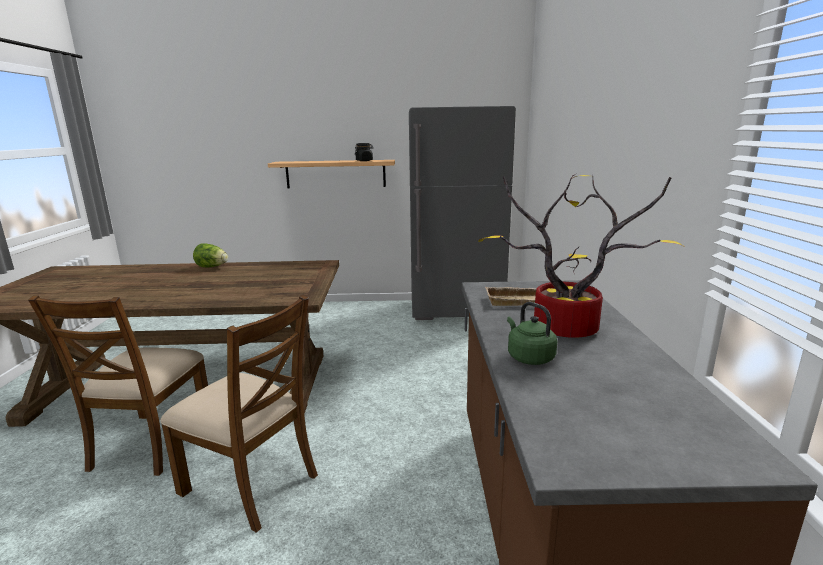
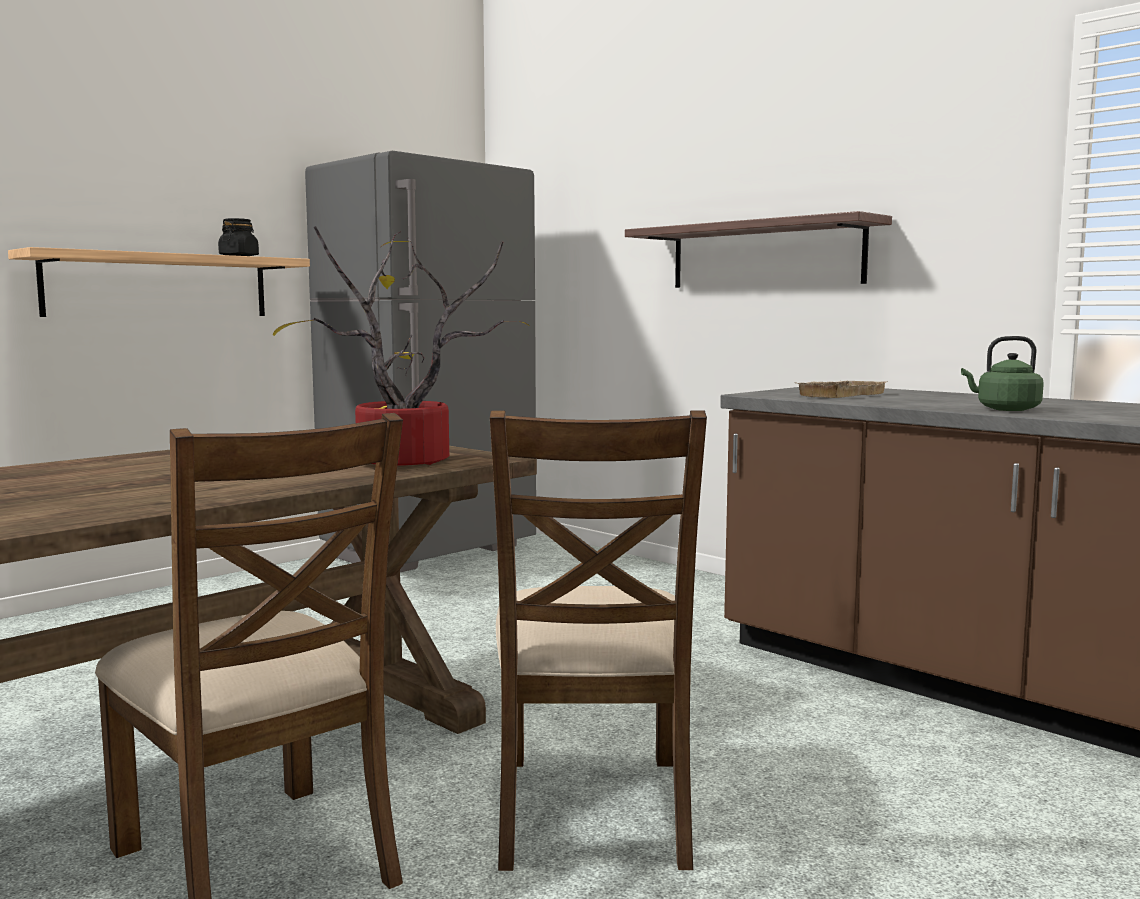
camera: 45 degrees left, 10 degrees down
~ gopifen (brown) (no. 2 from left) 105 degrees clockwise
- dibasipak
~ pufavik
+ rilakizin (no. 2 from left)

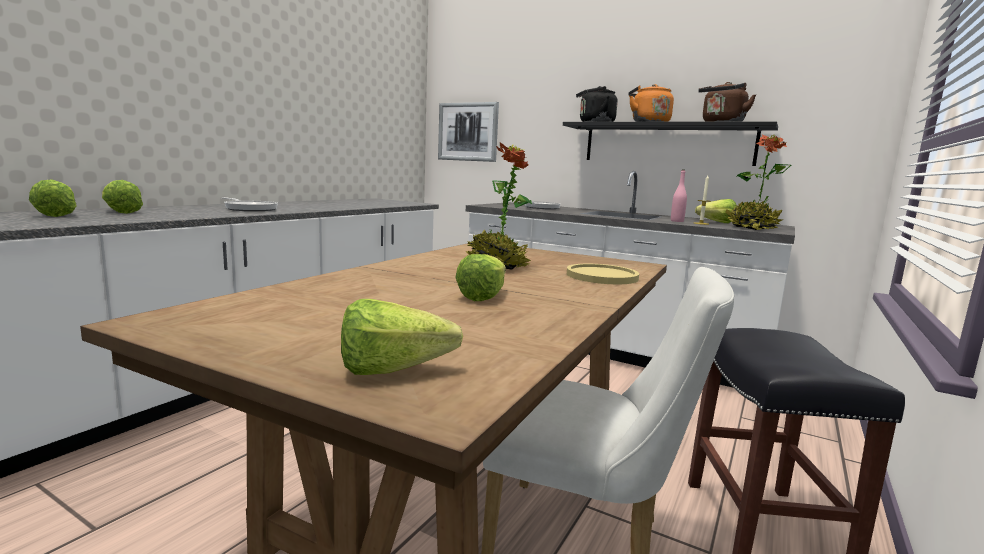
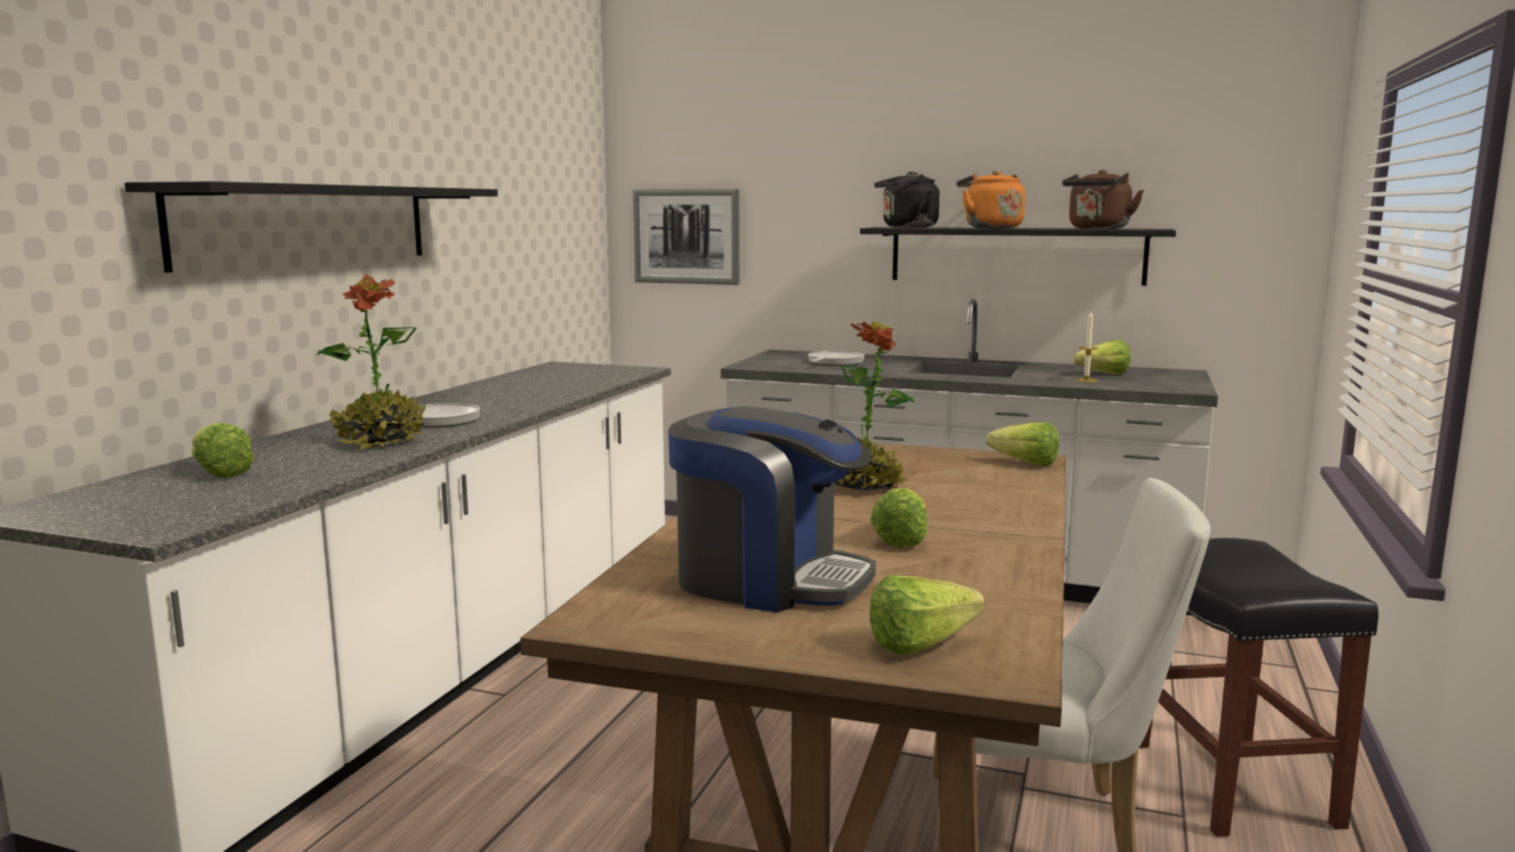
camera: 10 degrees left, 0 degrees up
~ dibasipak (no. 2 from left in the first image) to dibasipak (no. 4 from left)
- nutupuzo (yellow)
- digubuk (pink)
~ pufavik (no. 2 from left in the first image) to pufavik (no. 1 from left)
+ rilakizin (black) (no. 1 from left)
+ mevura

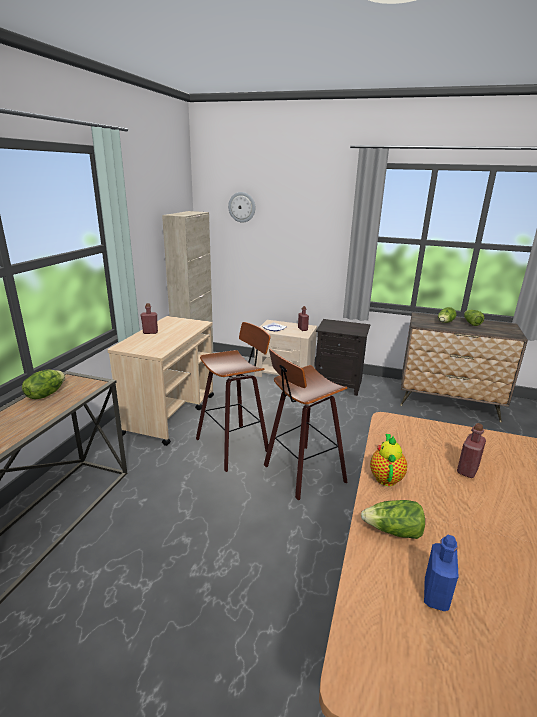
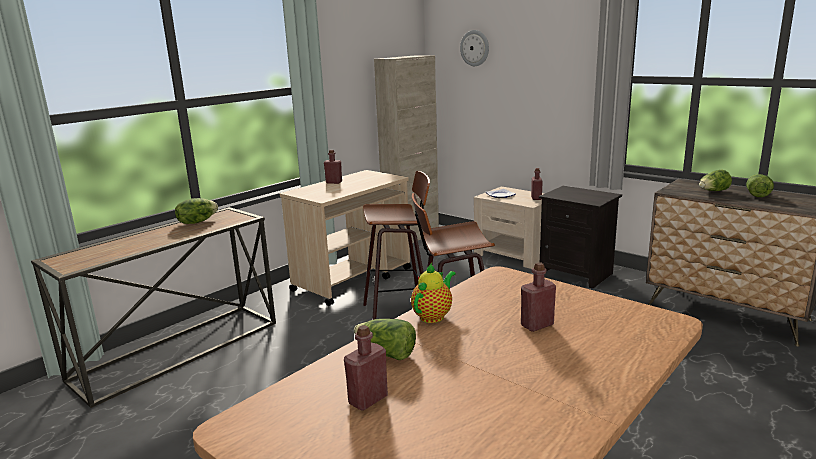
camera: 25 degrees right, 5 degrees down
~ digubuk (blue) to digubuk (red) (no. 2 from left)

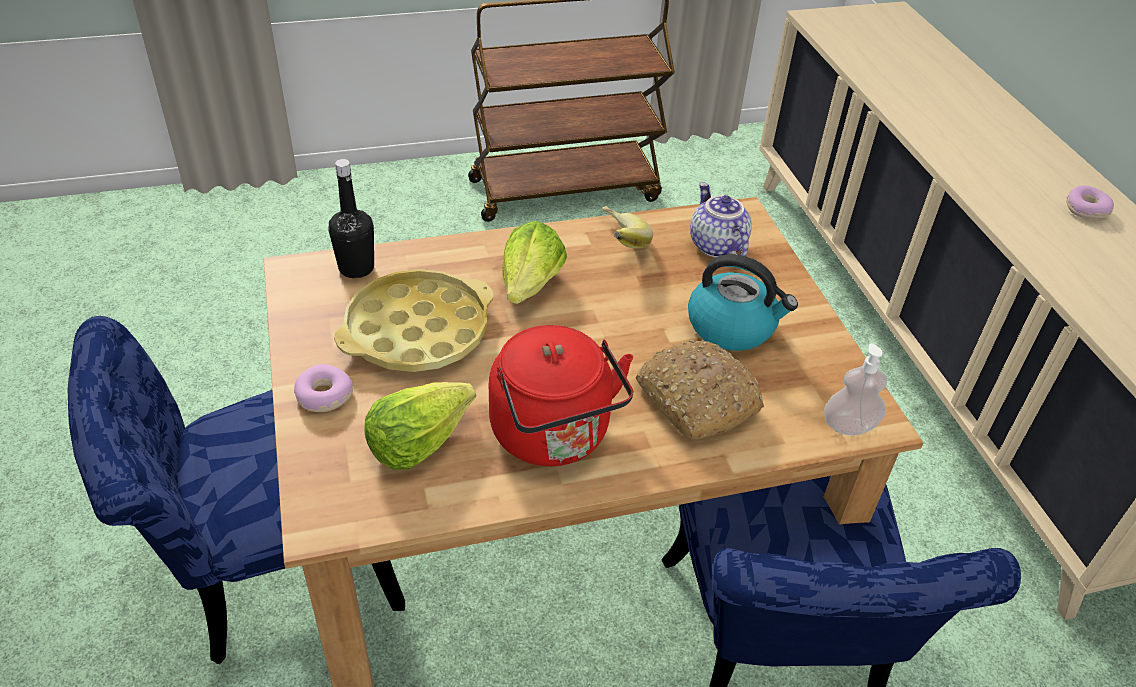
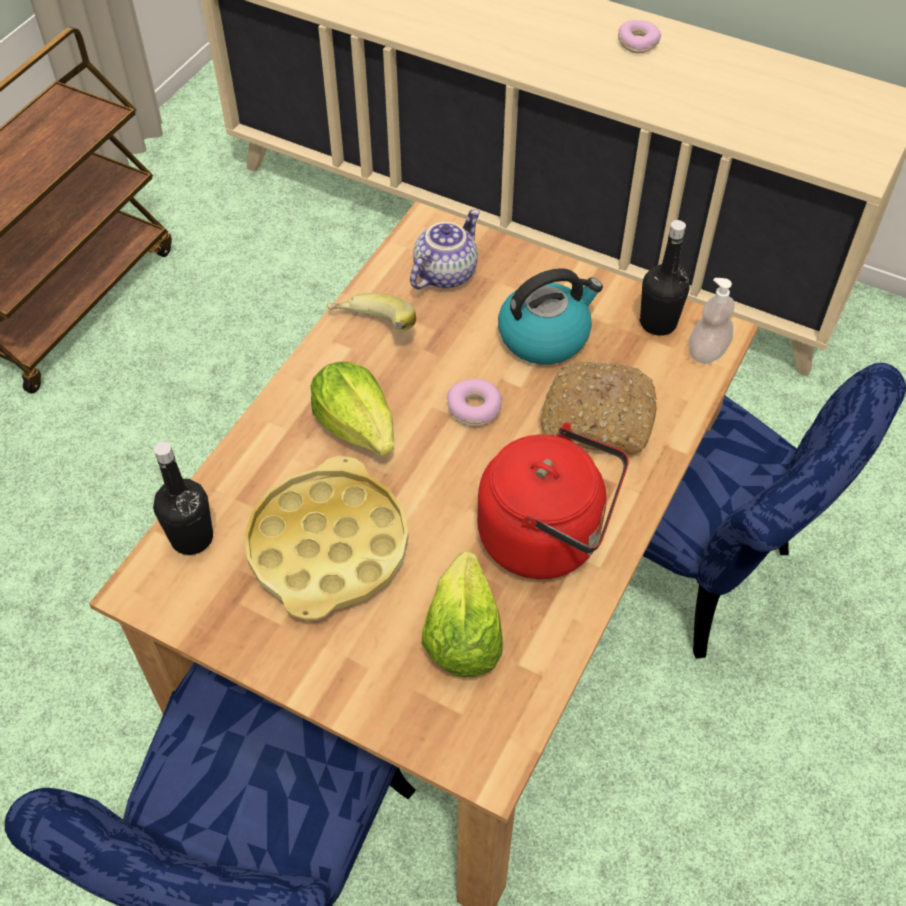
camera: 45 degrees left, 10 degrees up
~ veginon (no. 1 from left)
~ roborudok 105 degrees clockwise
+ digubuk (black) (no. 2 from left)

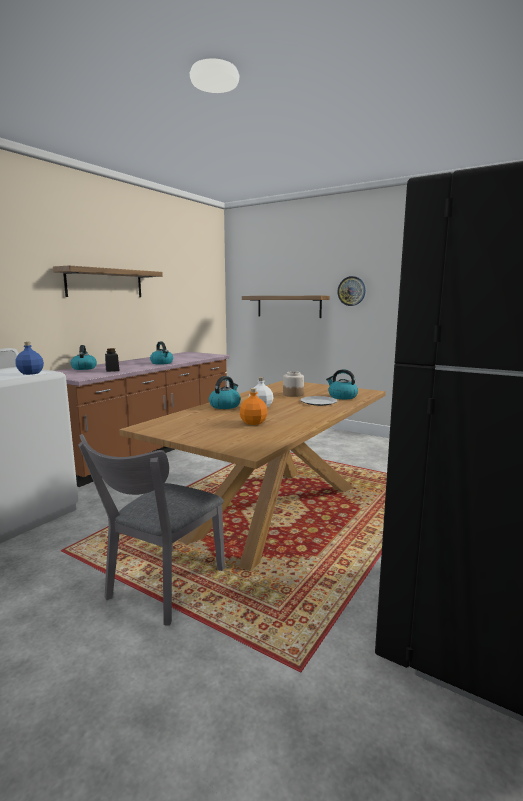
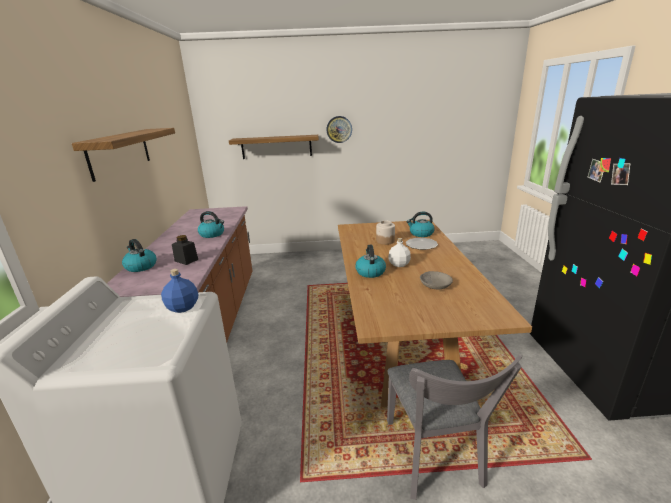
camera: 35 degrees left, 10 degrees up
~ digubuk (orange) to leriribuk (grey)

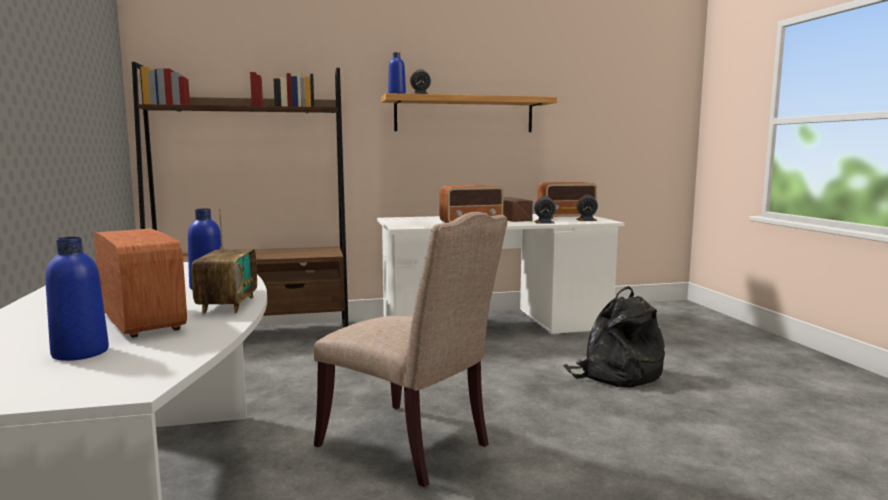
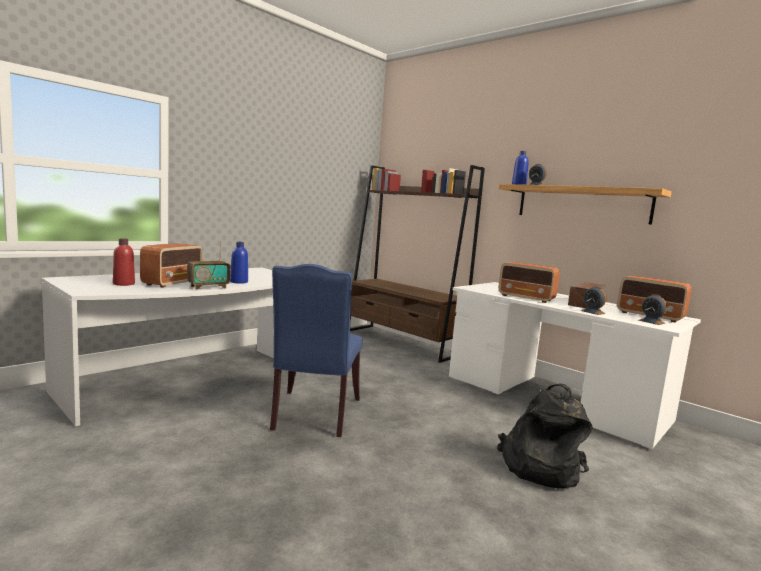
camera: 55 degrees right, 0 degrees up
~ digubuk (blue) (no. 1 from left) to digubuk (red)
~ gopifen (beige) to gopifen (blue)

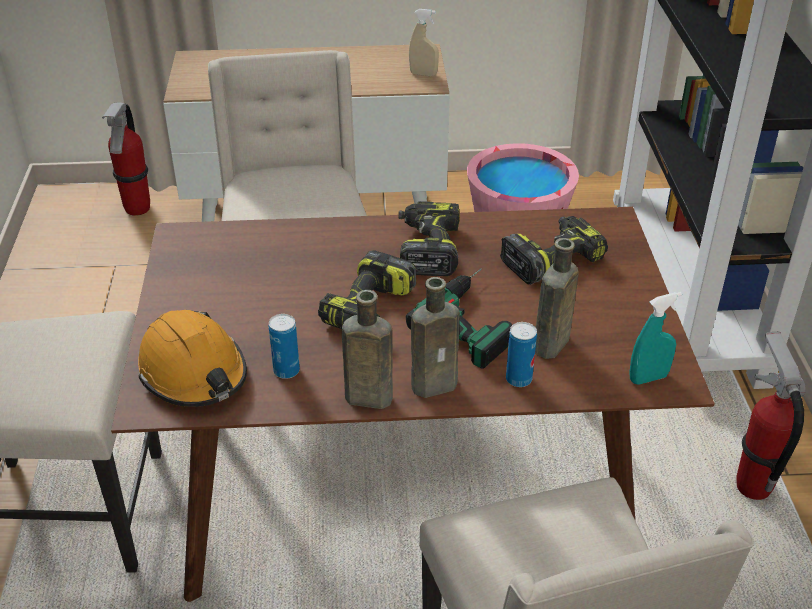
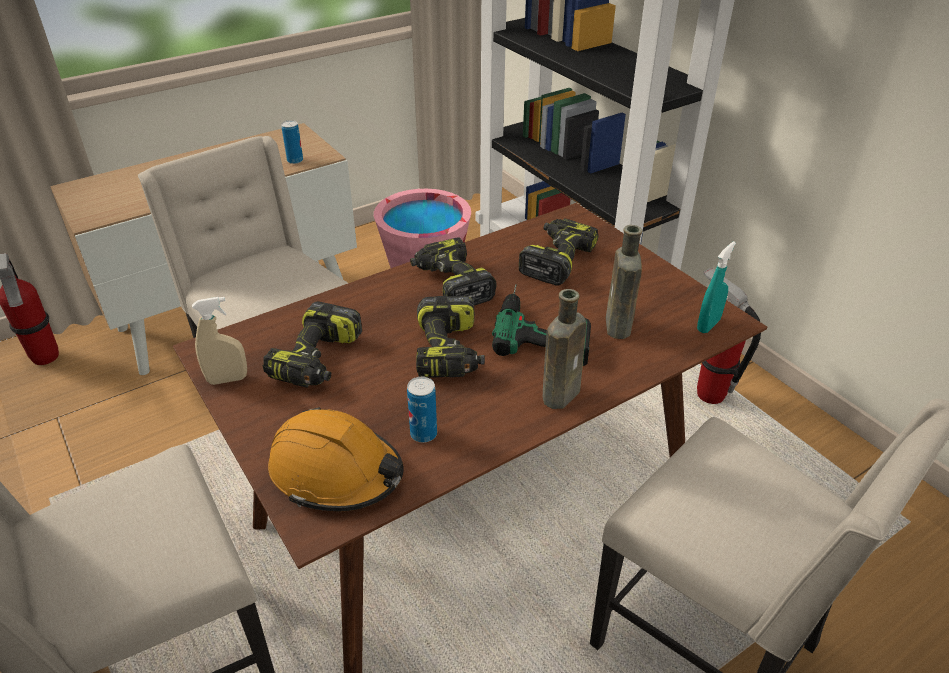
camera: 30 degrees left, 0 degrees up
- digubuk (brown) (no. 1 from left)
~ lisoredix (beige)
~ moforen (no. 2 from left in the first image) to moforen (no. 1 from left)
+ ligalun (no. 1 from left)

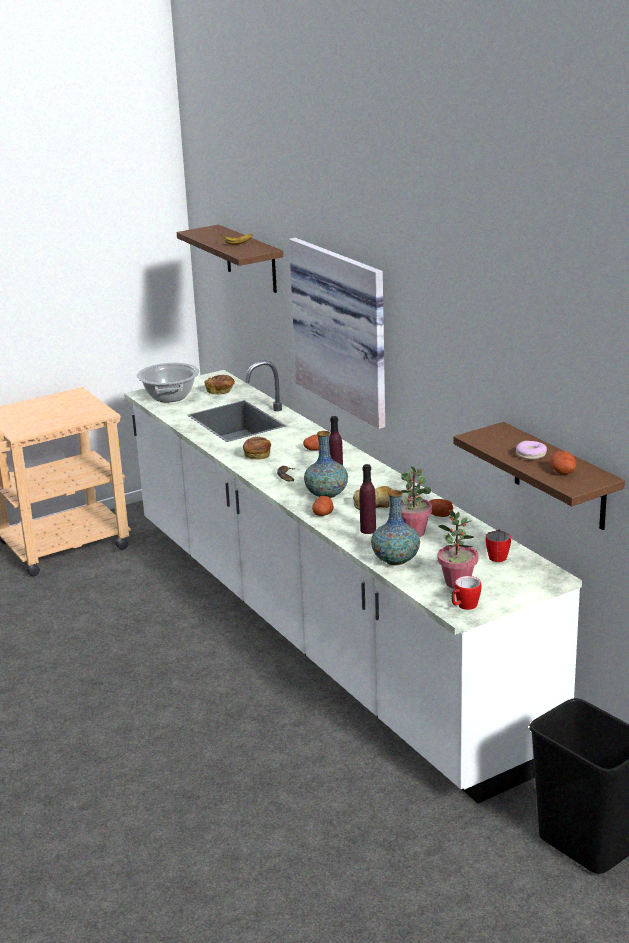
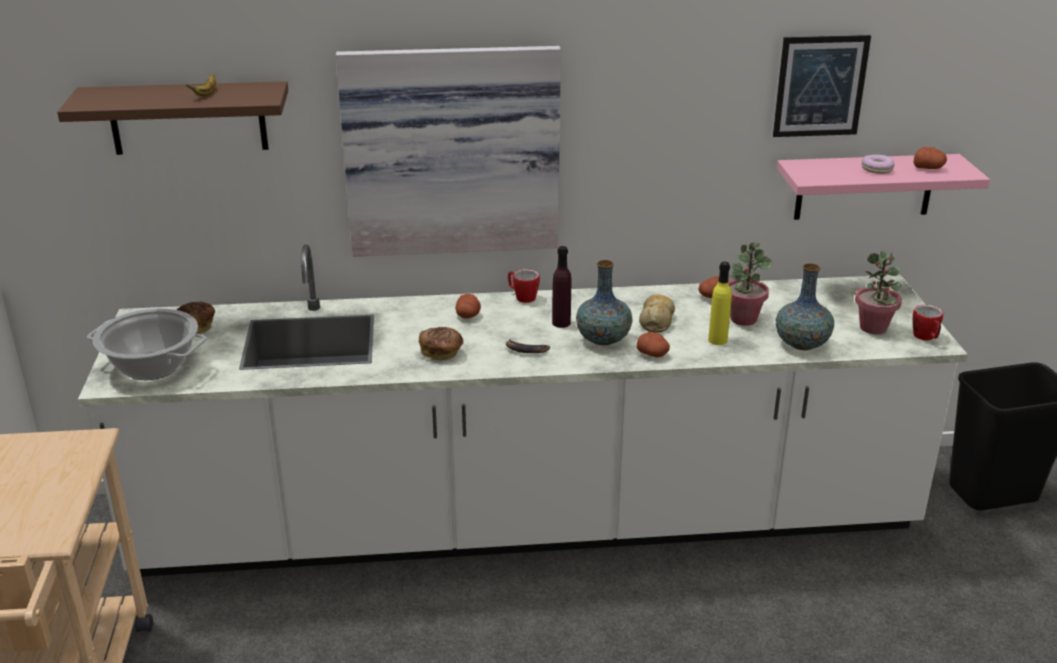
camera: 65 degrees left, 5 degrees up
~ digubuk (purple) (no. 2 from left) to digubuk (yellow)
~ rilakizin (brown) (no. 2 from left) to rilakizin (pink)
~ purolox (no. 2 from left in the first image) to purolox (no. 1 from left)
+ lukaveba (no. 2 from left)

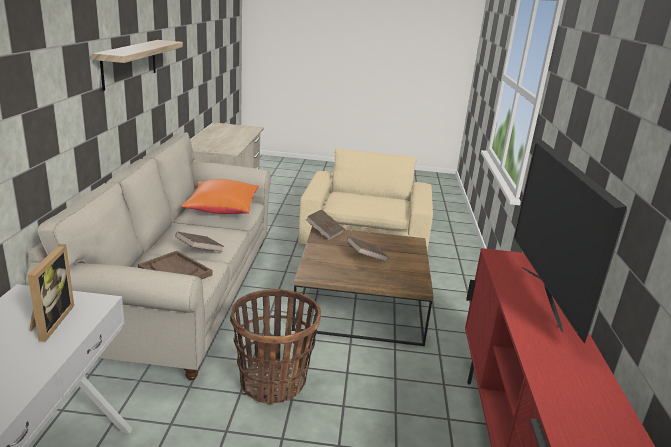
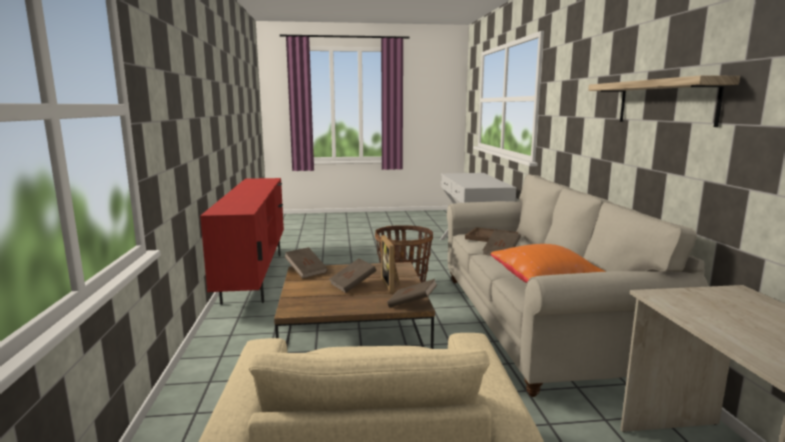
camera: 170 degrees right, 10 degrees down
~ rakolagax
- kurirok
+ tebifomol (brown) (no. 1 from left)

